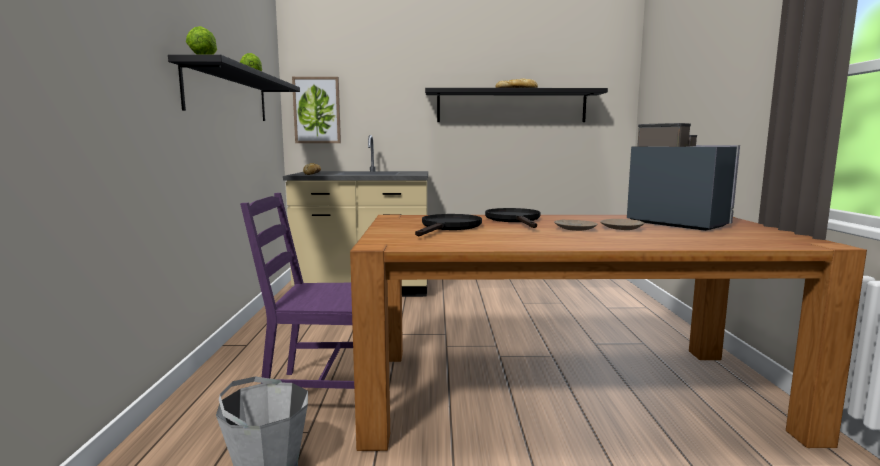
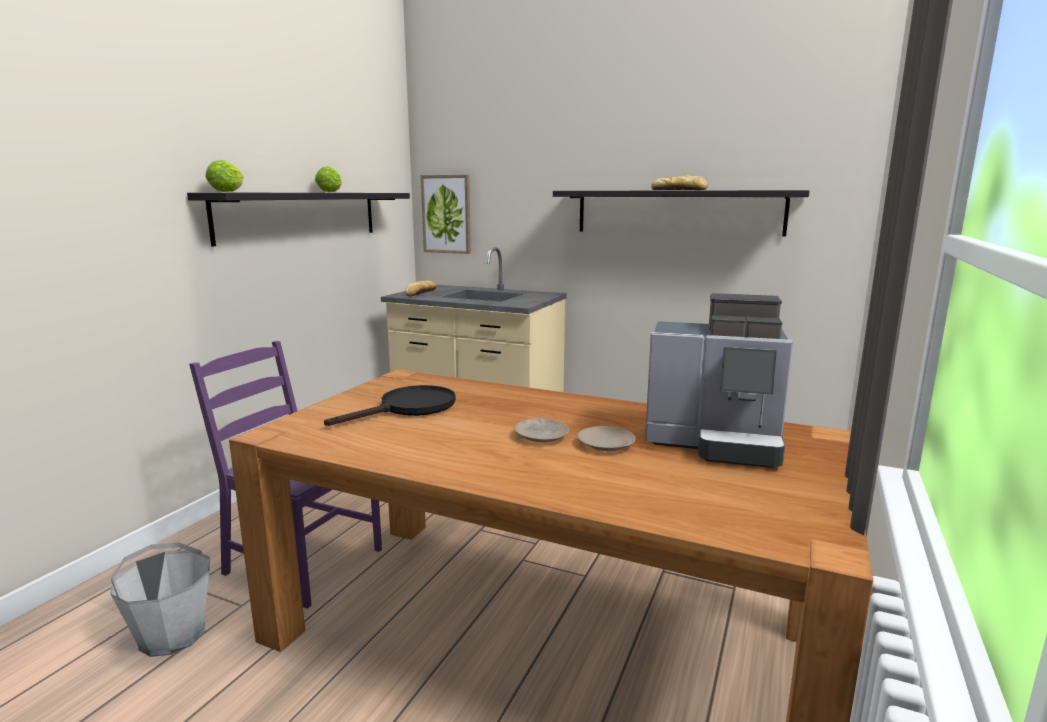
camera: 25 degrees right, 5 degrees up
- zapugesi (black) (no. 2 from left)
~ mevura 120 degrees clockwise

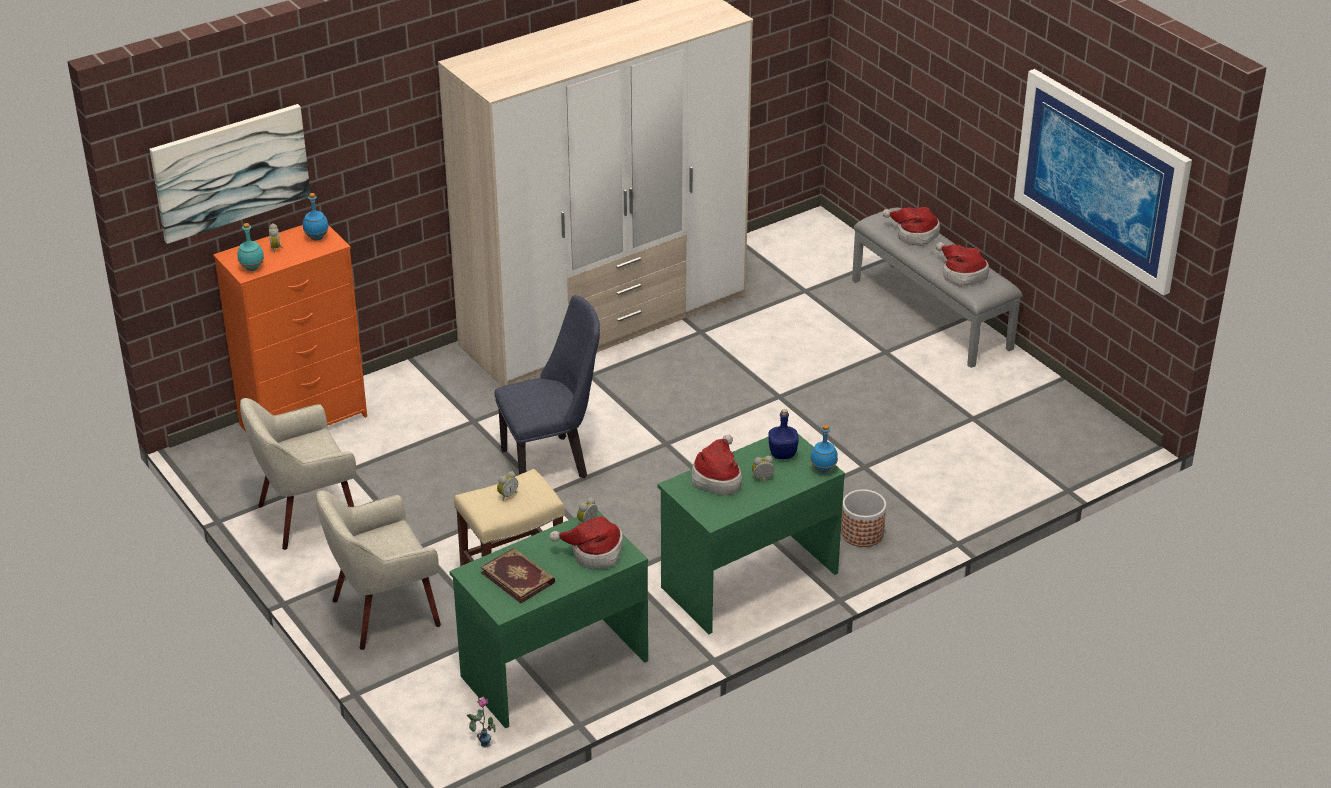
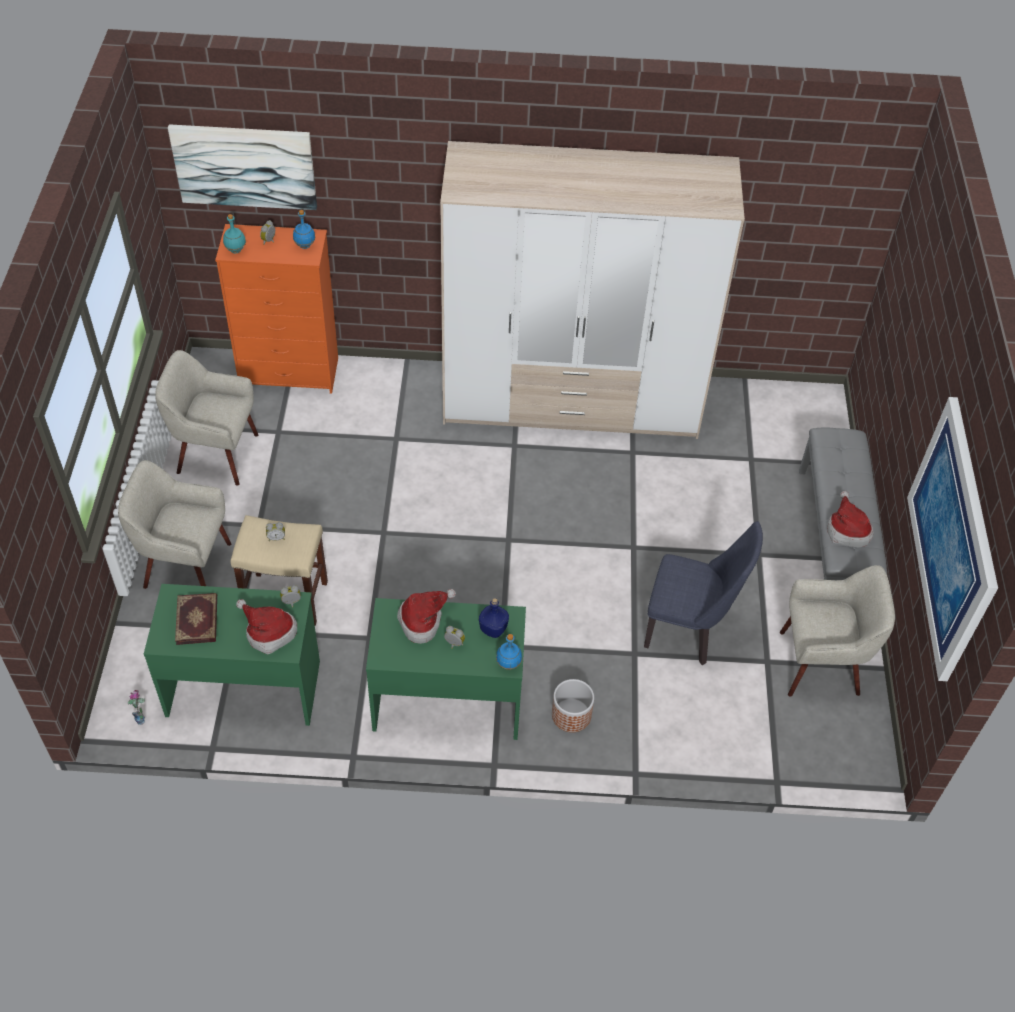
camera: 35 degrees right, 15 degrees up
~ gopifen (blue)
- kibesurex (no. 3 from left)
+ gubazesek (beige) (no. 3 from left)

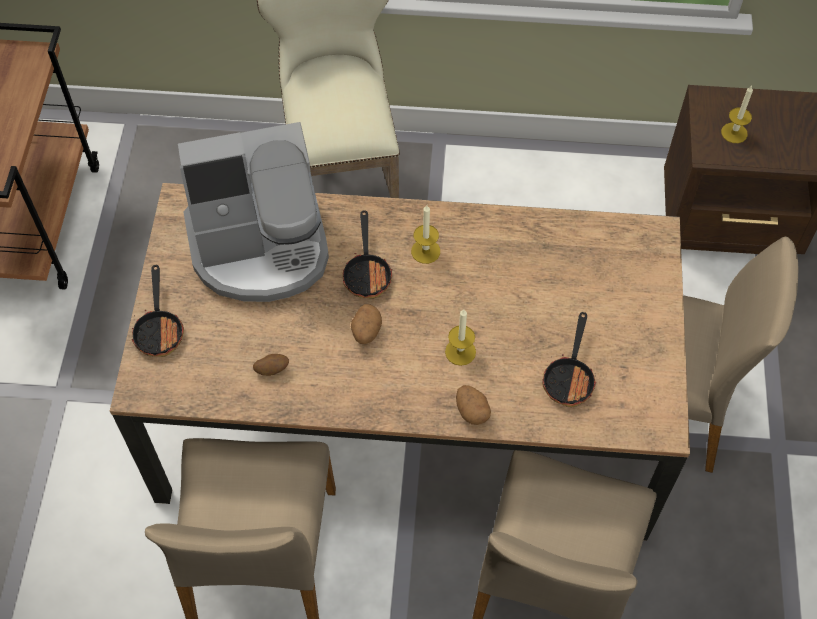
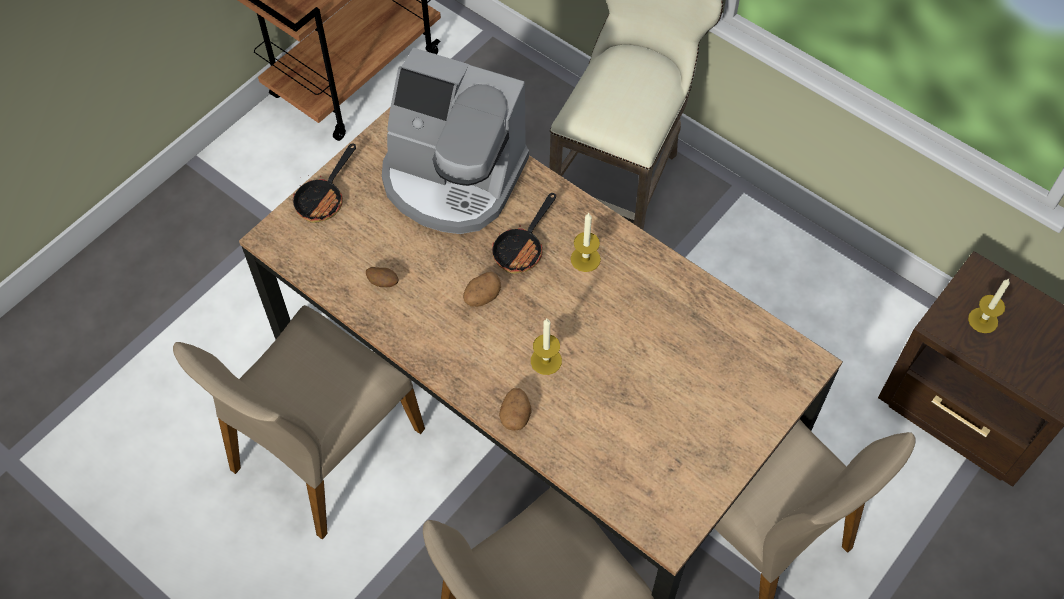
camera: 35 degrees right, 0 degrees up
- zapugesi (no. 3 from left)

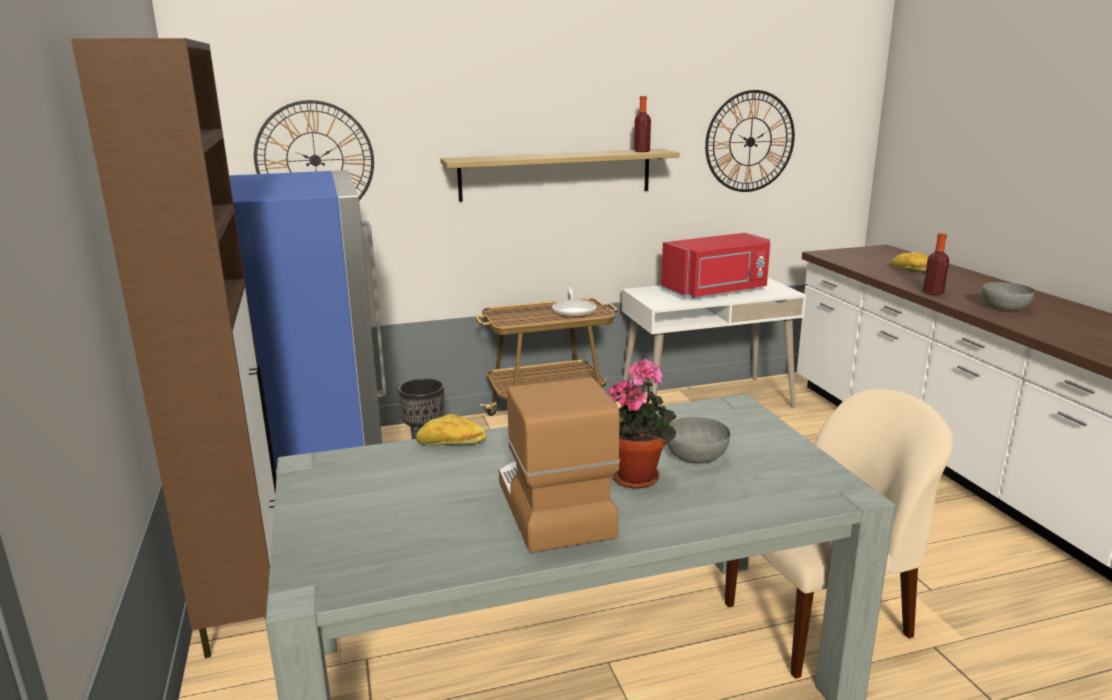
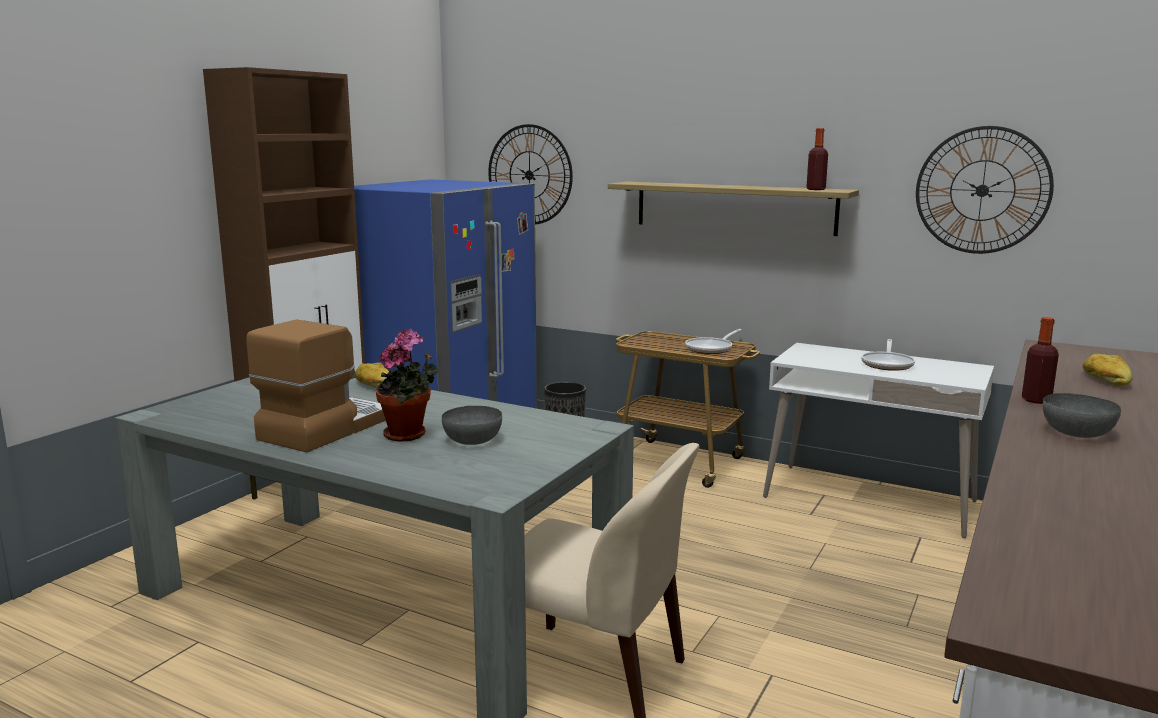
camera: 45 degrees right, 5 degrees down
~ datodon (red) to zapugesi (no. 2 from left)

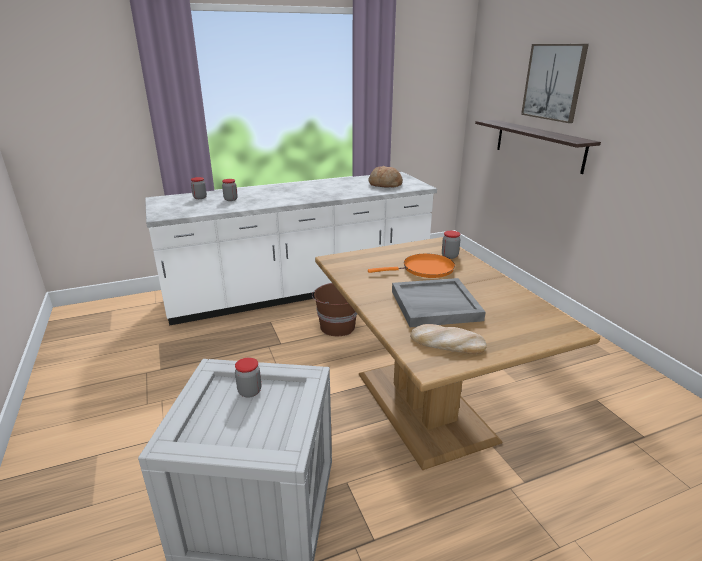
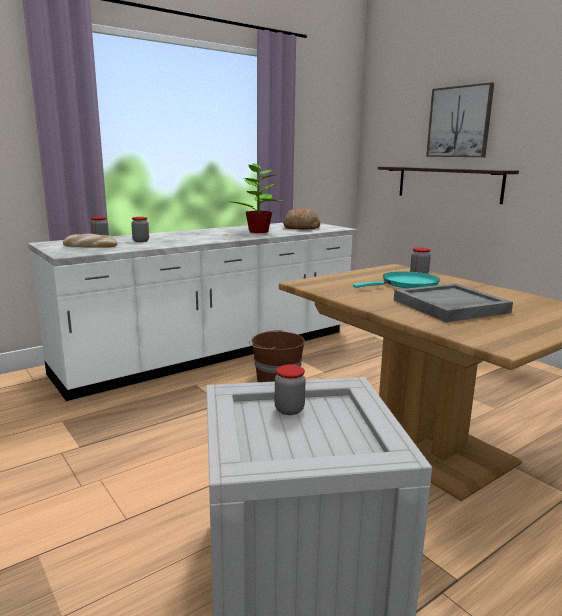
camera: 15 degrees left, 10 degrees down
~ zapugesi (orange) to zapugesi (turquoise)
~ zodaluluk (no. 2 from left in the first image) to zodaluluk (no. 1 from left)
+ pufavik

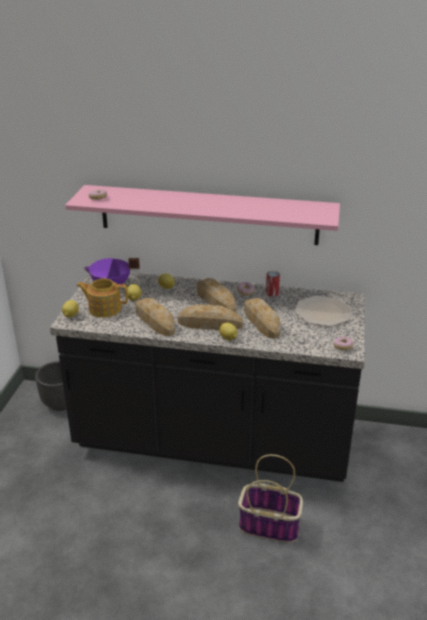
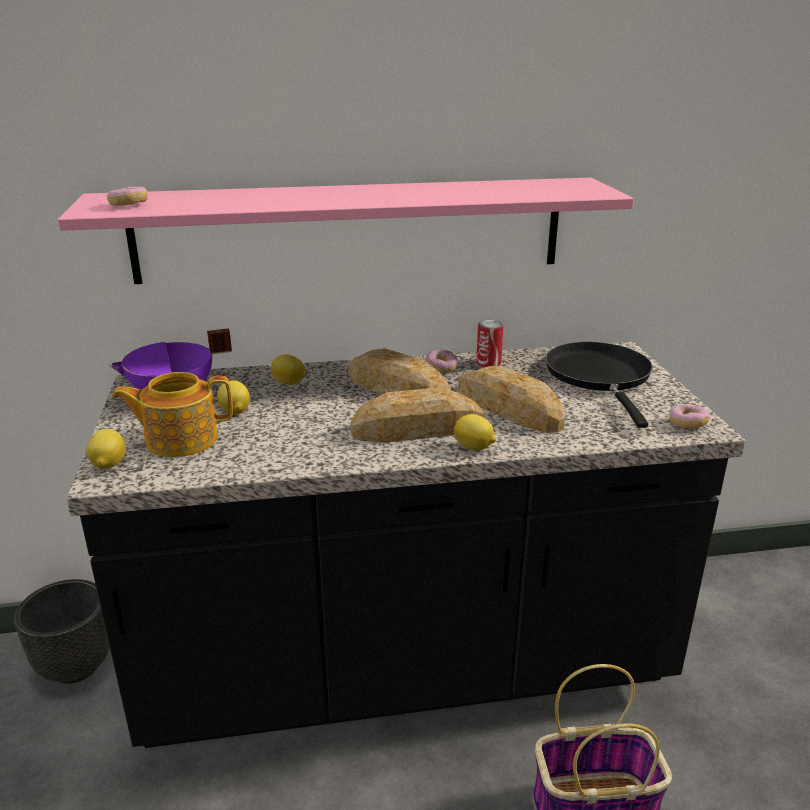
camera: 20 degrees left, 5 degrees down
- zodaluluk (no. 1 from left)
~ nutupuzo to zapugesi (black)

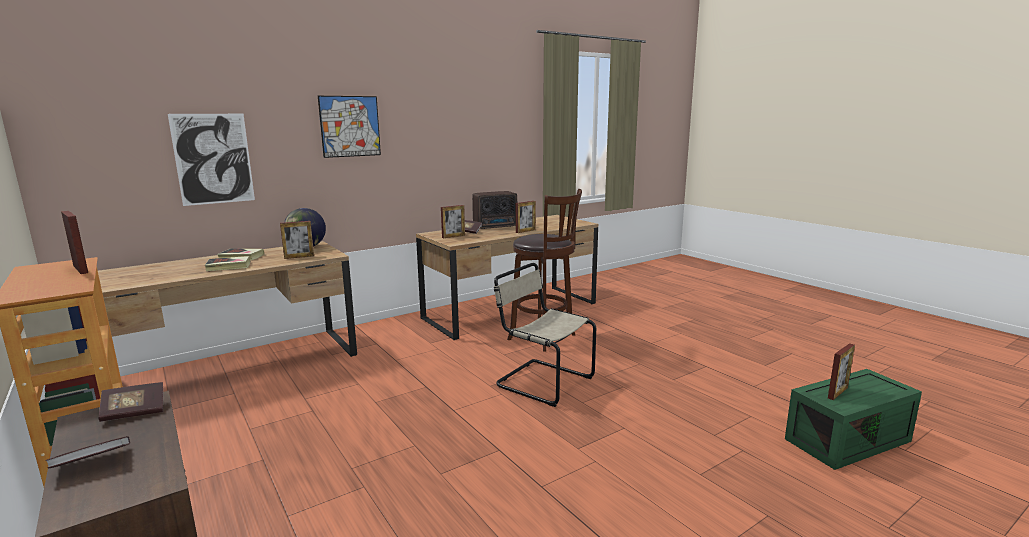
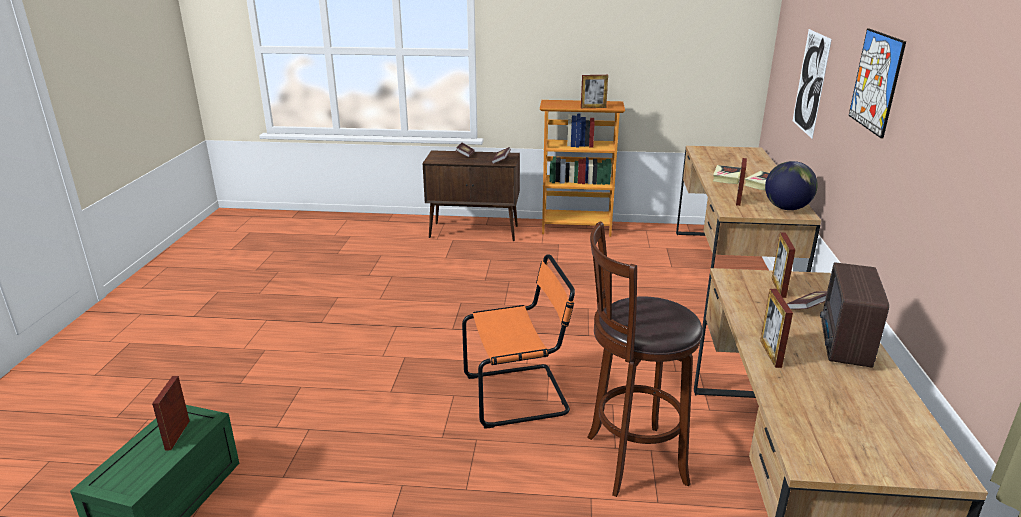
camera: 130 degrees right, 10 degrees up
~ gopifen (beige) to gopifen (orange)

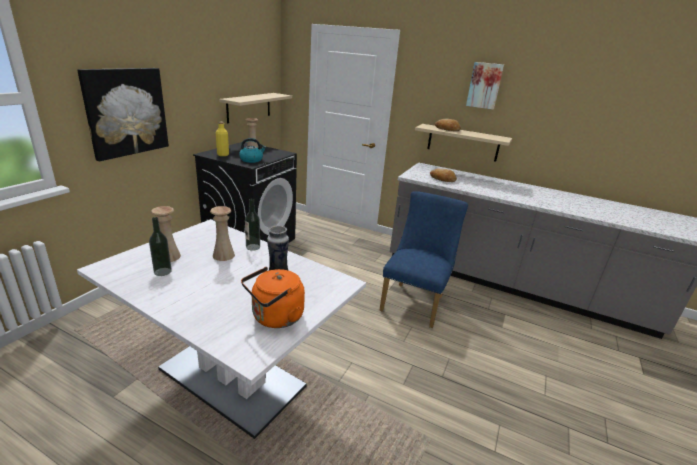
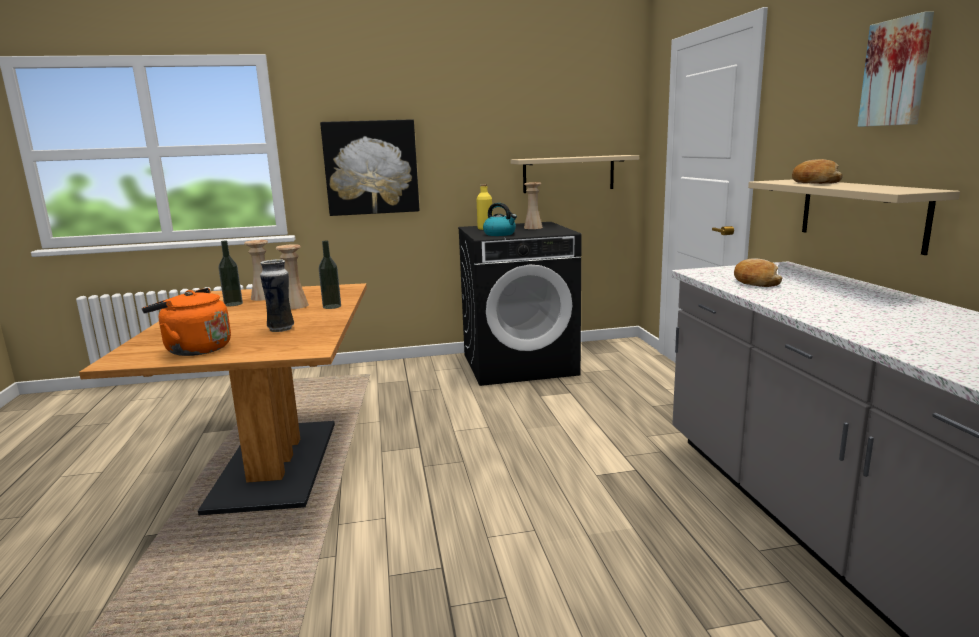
camera: 55 degrees right, 10 degrees down
~ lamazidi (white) to lamazidi (brown)
- gopifen (blue)

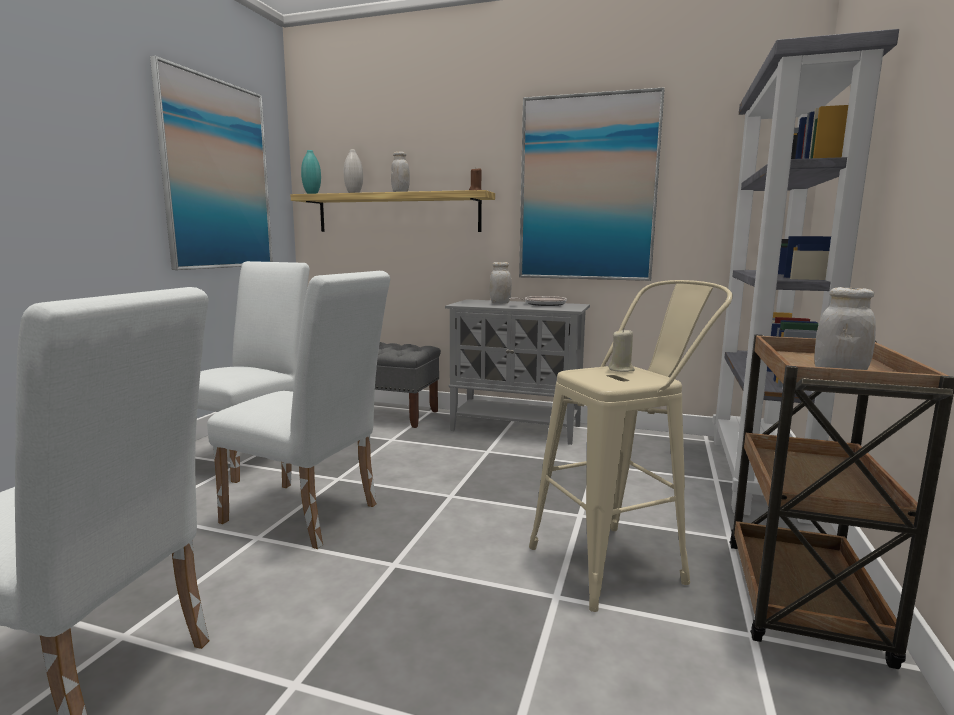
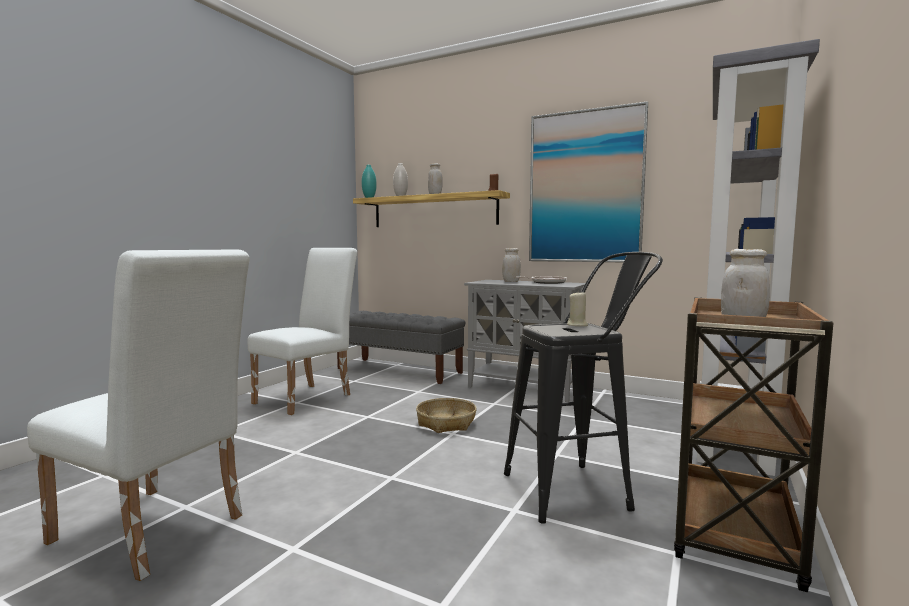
camera: 10 degrees right, 5 degrees down
- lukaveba (no. 1 from left)
- gopifen (white) (no. 3 from left)
~ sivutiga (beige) to sivutiga (black)
+ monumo

